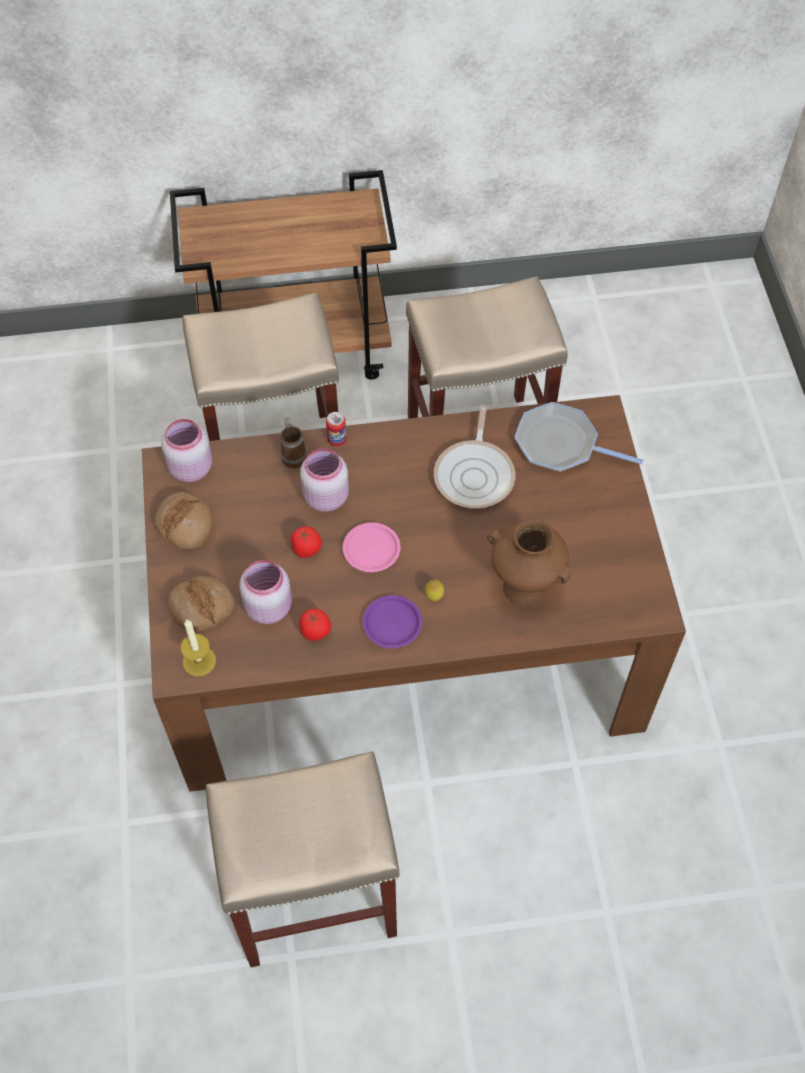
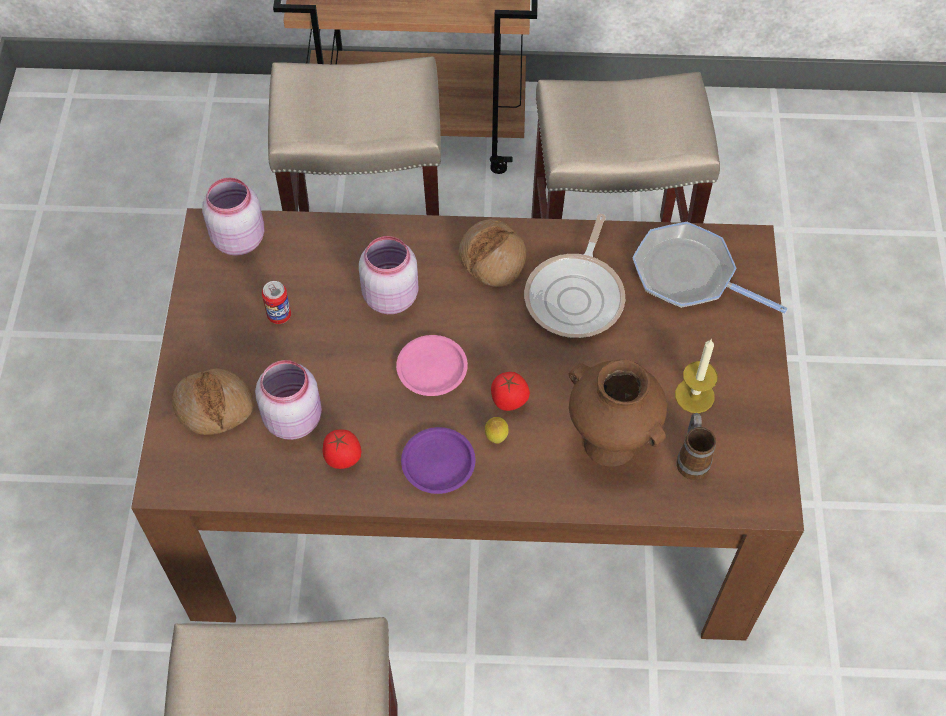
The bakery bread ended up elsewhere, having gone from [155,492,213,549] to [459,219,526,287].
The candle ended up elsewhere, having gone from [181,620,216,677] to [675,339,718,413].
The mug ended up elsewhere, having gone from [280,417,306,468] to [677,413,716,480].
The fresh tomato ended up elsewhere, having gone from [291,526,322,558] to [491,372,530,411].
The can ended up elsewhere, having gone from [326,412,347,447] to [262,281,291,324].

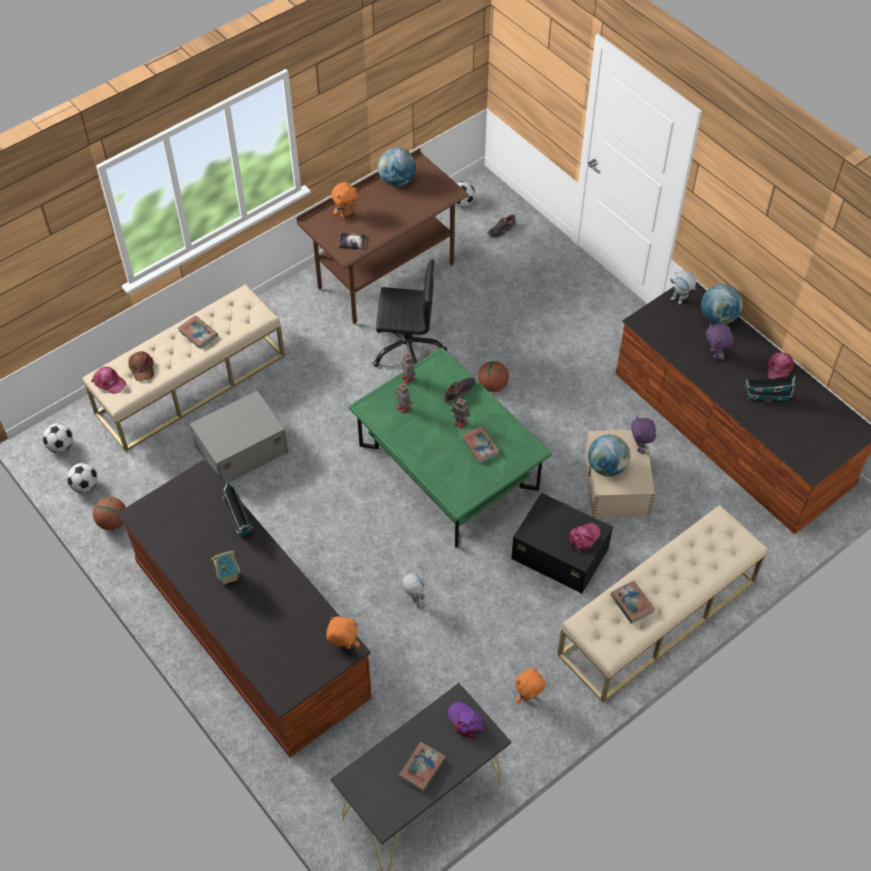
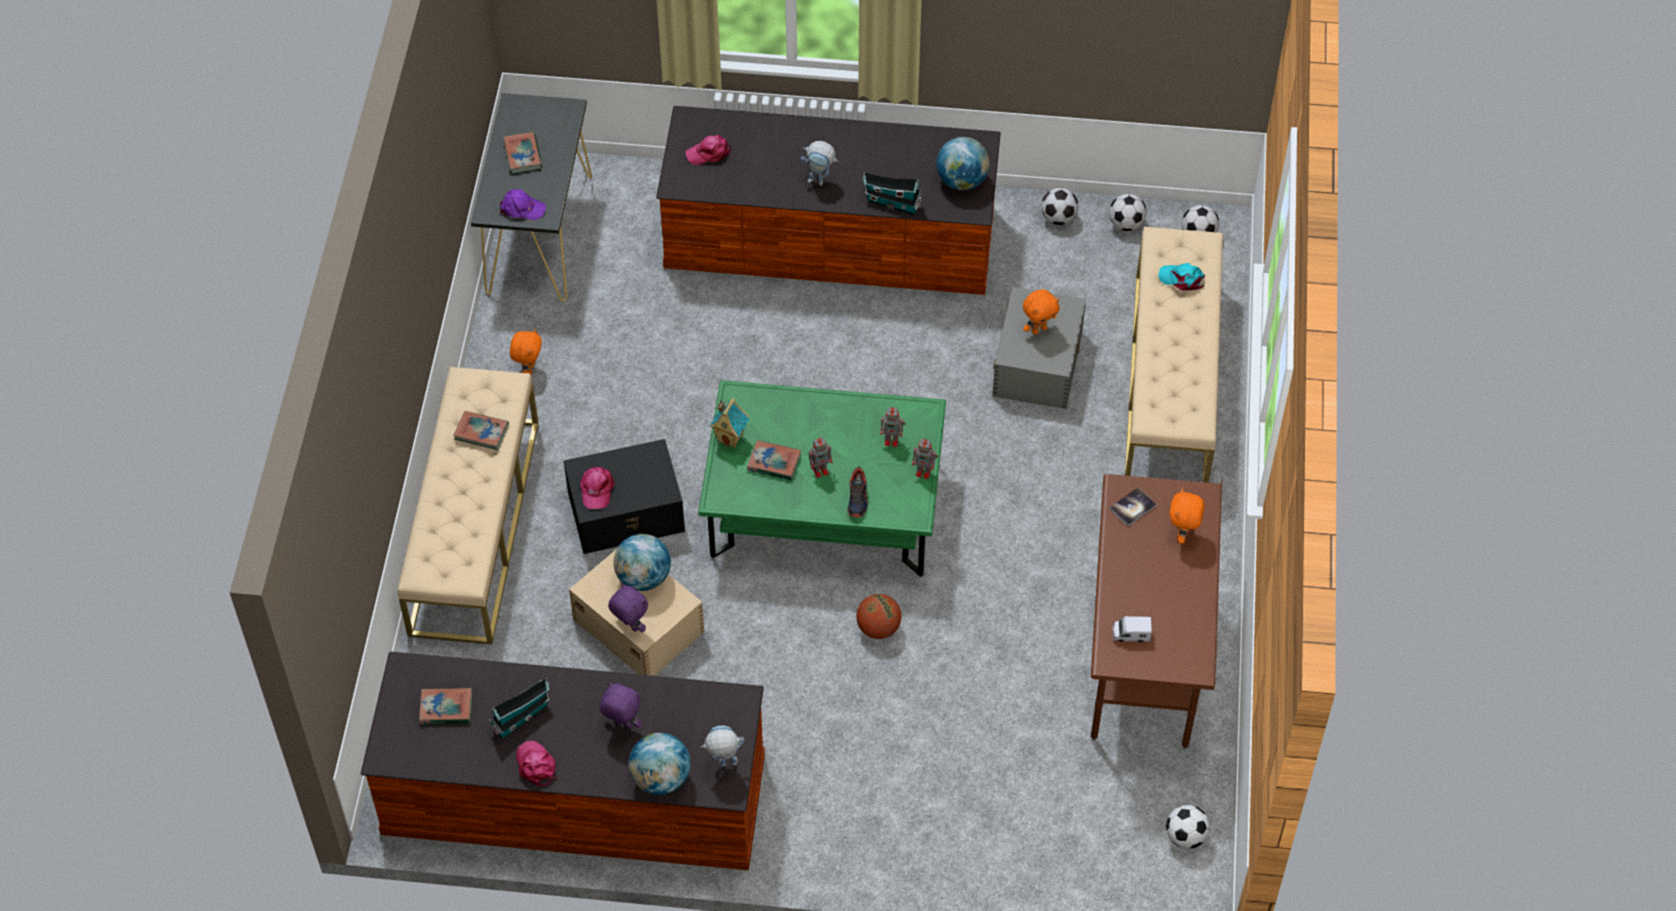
The second view lost the desk chair/black at [372,259,447,367].
The second view lost the low shoe at [487,215,516,238].
The second view gained the toy truck at [1113,616,1152,642].
The baseball cap/pink ended up elsewhere, having gone from [91,367,126,394] to [685,135,731,165].
The book ended up elsewhere, having gone from [178,315,218,349] to [419,688,472,724].
The miniature house ended up elsewhere, having gone from [211,551,240,585] to [710,398,749,448].
The plush toy/orangey ended up elsewhere, having gone from [326,616,360,649] to [1023,289,1059,335].
The world globe ended up elsewhere, having gone from [378,147,416,186] to [936,137,990,190].
The toy robot ended up elsewhere, having gone from [402,573,425,608] to [801,141,838,186].
Where the basketball stood at [93,497,126,530], the ball for football came to stand at [1041,188,1078,225].
What was the baseball cap/brown at [128,351,154,382] turned into the baseball cap/turquoise at [1158,263,1205,290].

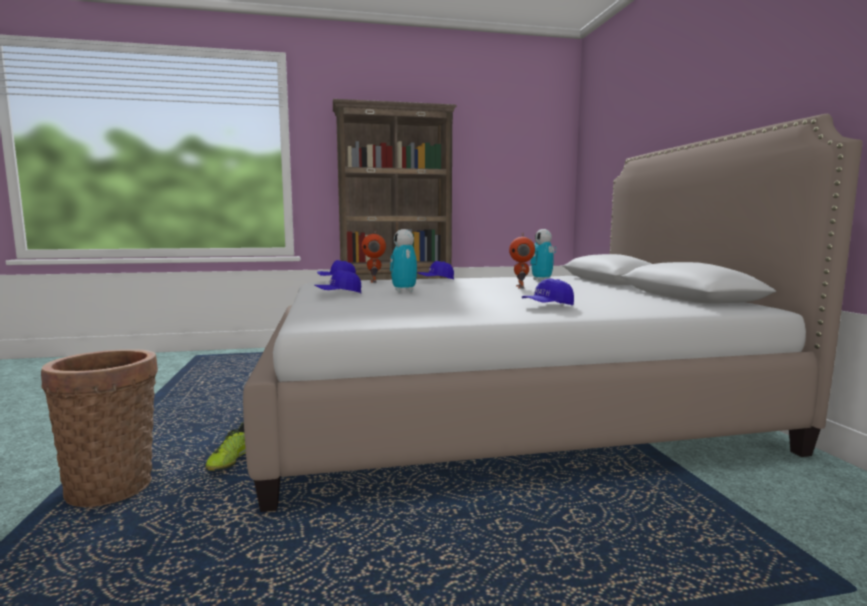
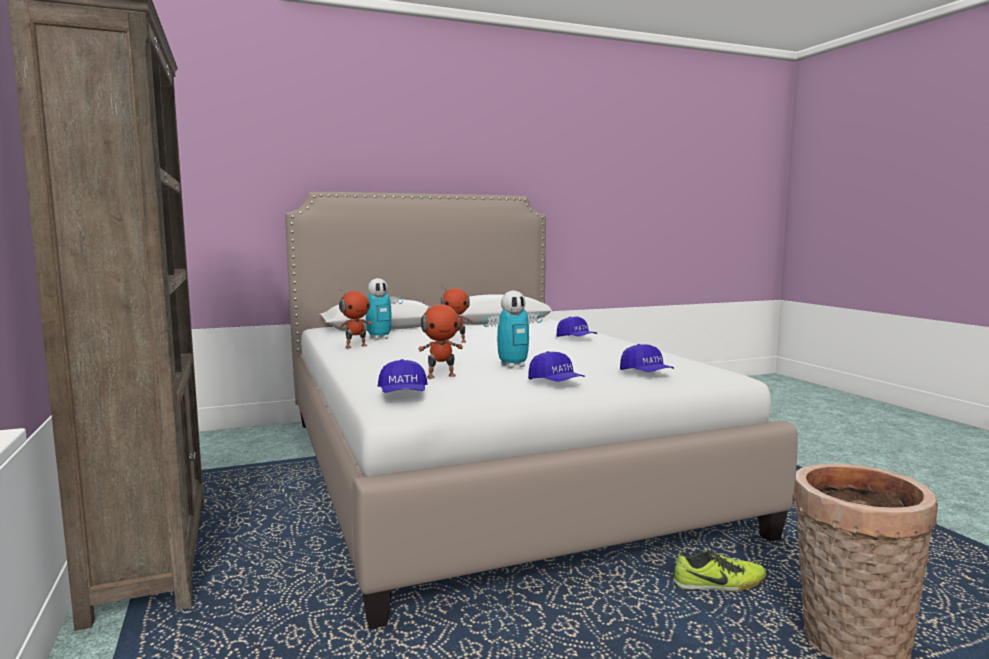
The second view gained the toy robot at [338,287,372,348].
The baseball cap/blue ended up elsewhere, having gone from [417,261,454,280] to [620,344,674,372].

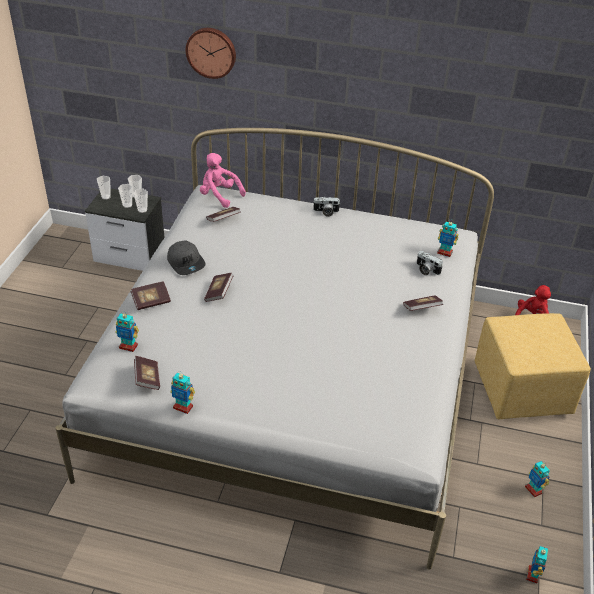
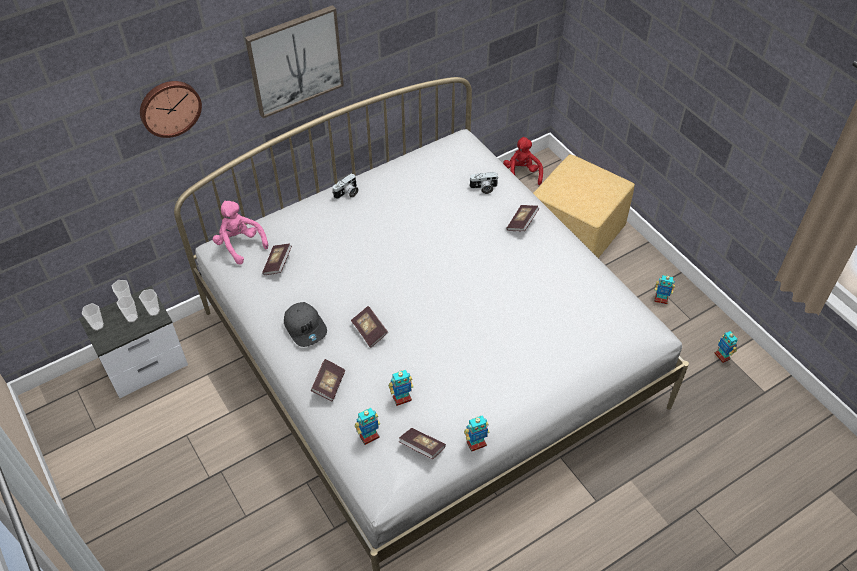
The second view gained the picture at [245,5,344,118].
The toy robot ended up elsewhere, having gone from [437,222,459,257] to [389,370,413,406].
The baseball cap/grey at [167,241,206,275] ended up facing another way, 45 degrees clockwise from before.
The plush toy/pink at [200,153,246,208] ended up facing another way, 60 degrees clockwise from before.

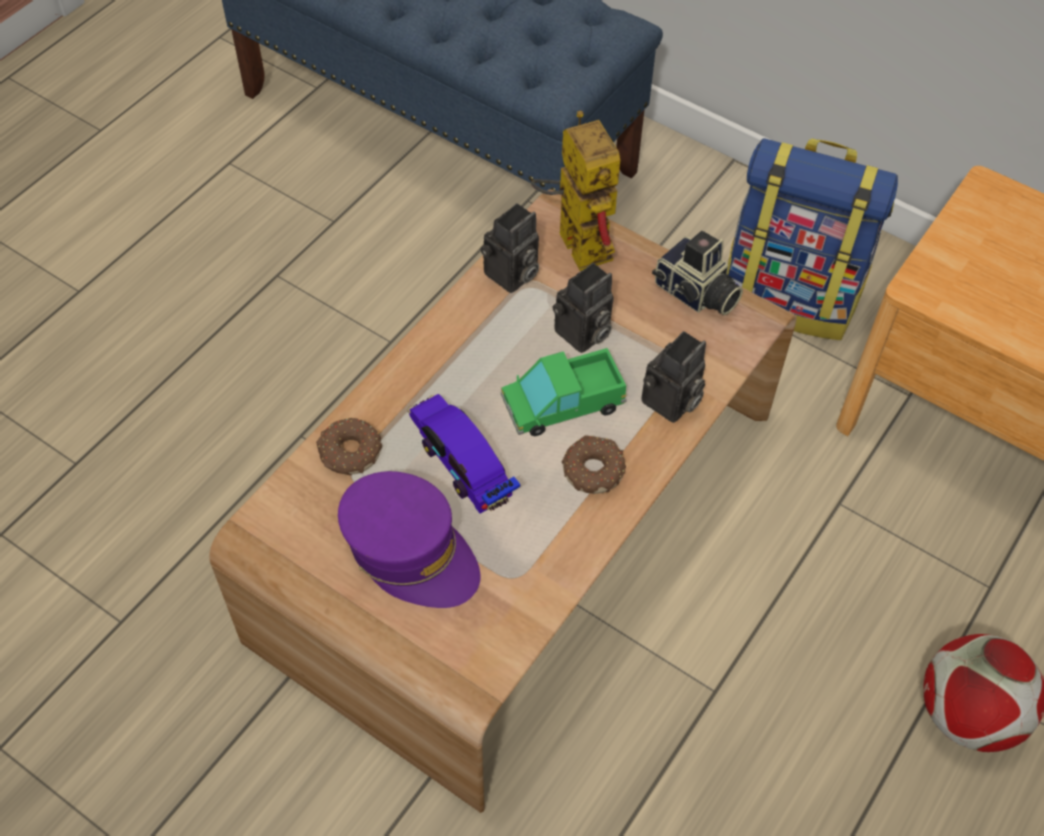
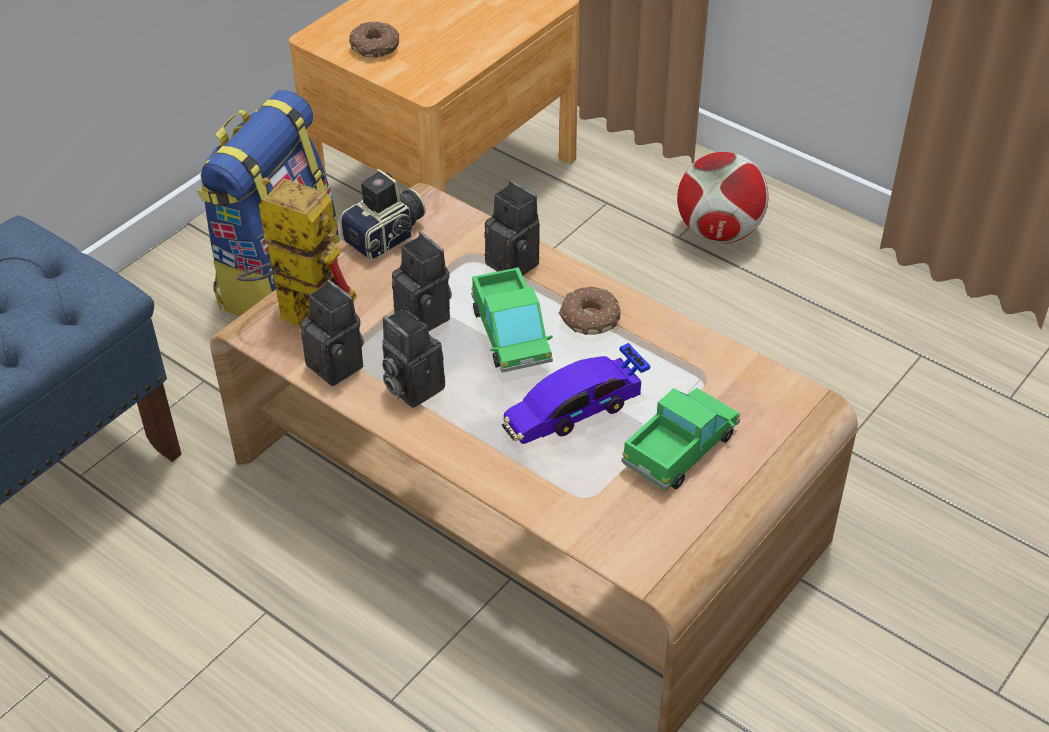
The second view gained the photo camera at [382,308,445,408].
The ring doughnut ended up elsewhere, having gone from [316,417,382,475] to [349,21,399,58].
Where the baseball cap/purple-coloured stood at [338,471,480,608], the toy truck came to stand at [621,388,740,491].
The toy robot at [531,111,620,271] ended up facing another way, 45 degrees clockwise from before.

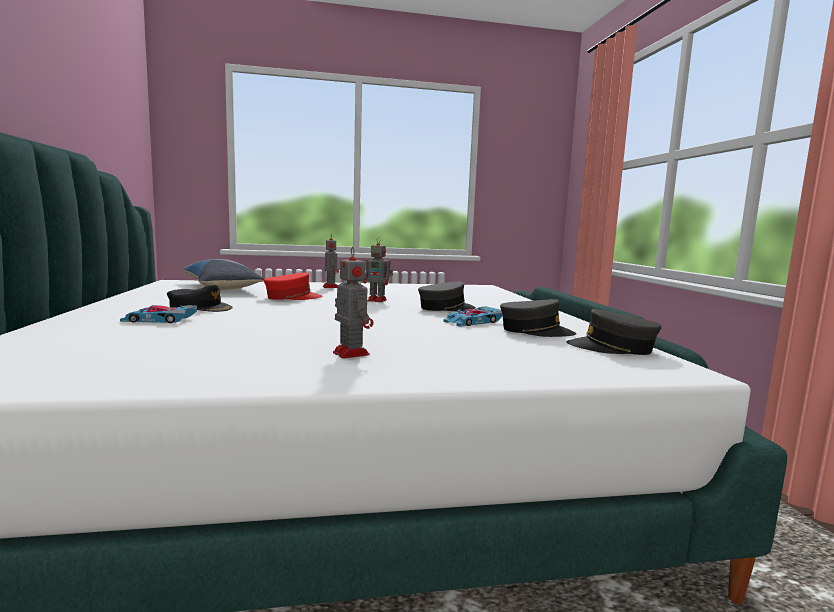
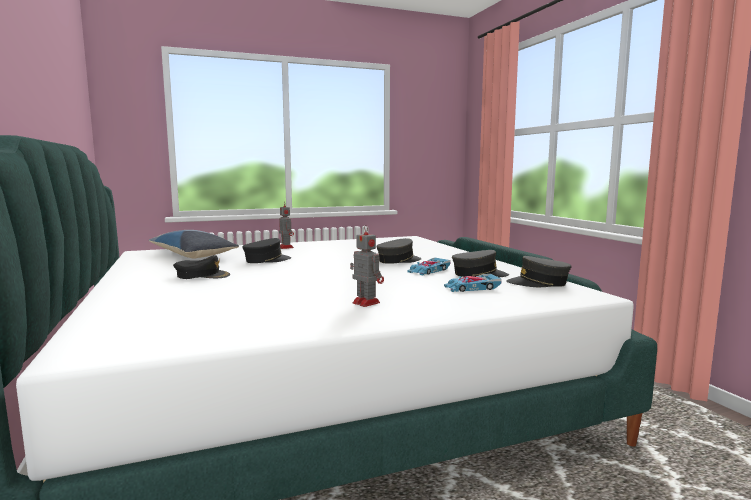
The second view lost the toy robot at [363,237,393,302].
The model car ended up elsewhere, having gone from [120,305,197,323] to [444,274,502,292].
What was the baseball cap/red-coloured at [264,272,323,300] turned into the baseball cap/black at [242,238,291,263].

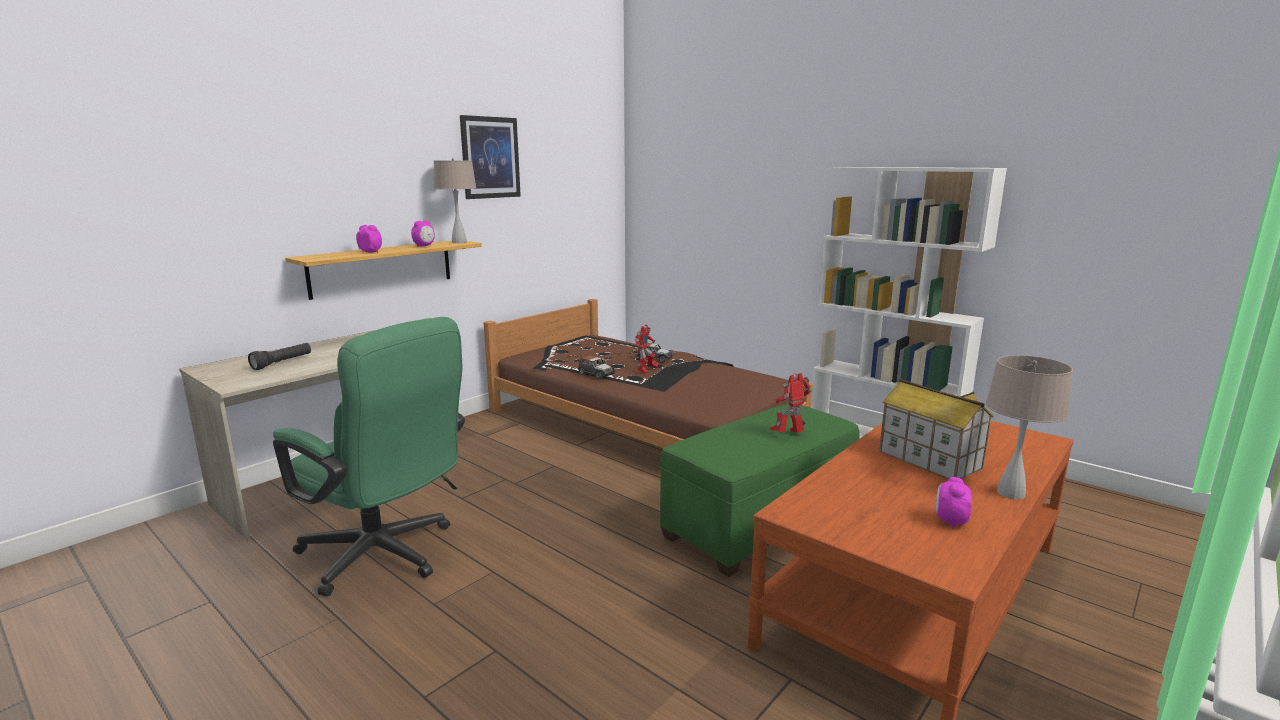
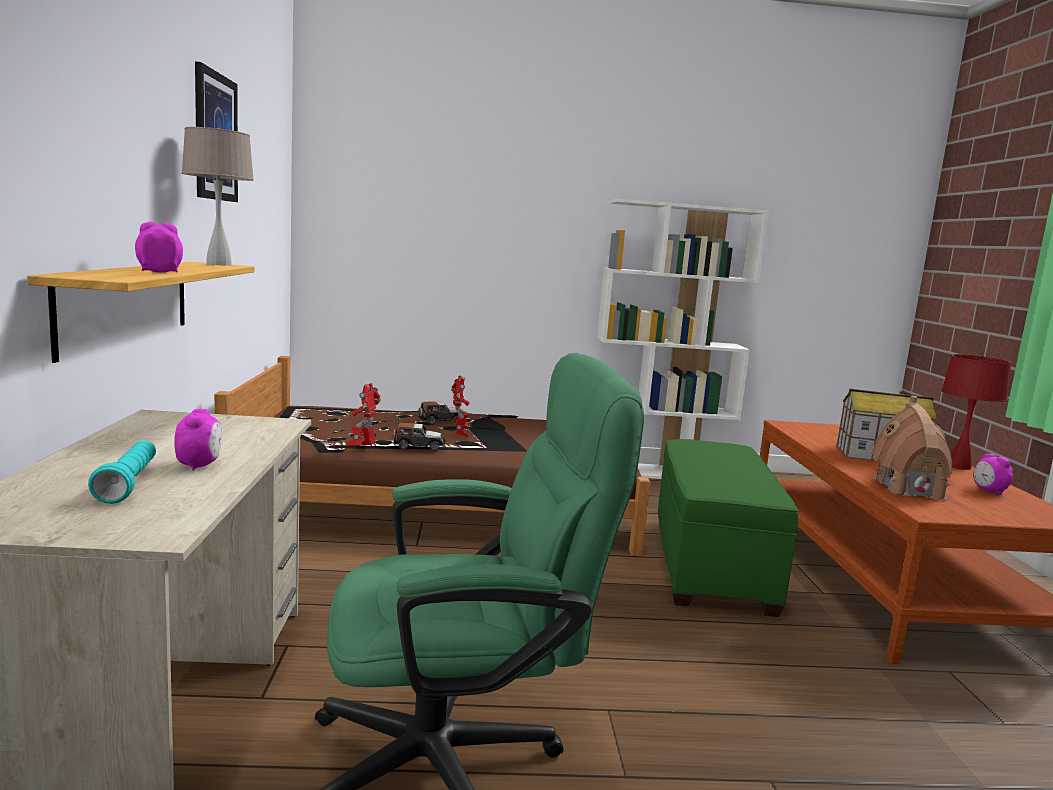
The second view gained the miniature house at [871,396,952,500].
The alarm clock ended up elsewhere, having gone from [411,220,435,247] to [174,409,221,470].
The toy robot ended up elsewhere, having gone from [770,373,812,433] to [346,383,381,447].
What was the hand torch/black at [248,343,311,370] turned into the hand torch/turquoise at [88,440,156,504].
What was the lamp for a table/sand-coloured at [986,355,1073,500] turned into the lamp for a table/red-coloured at [941,354,1012,470].

